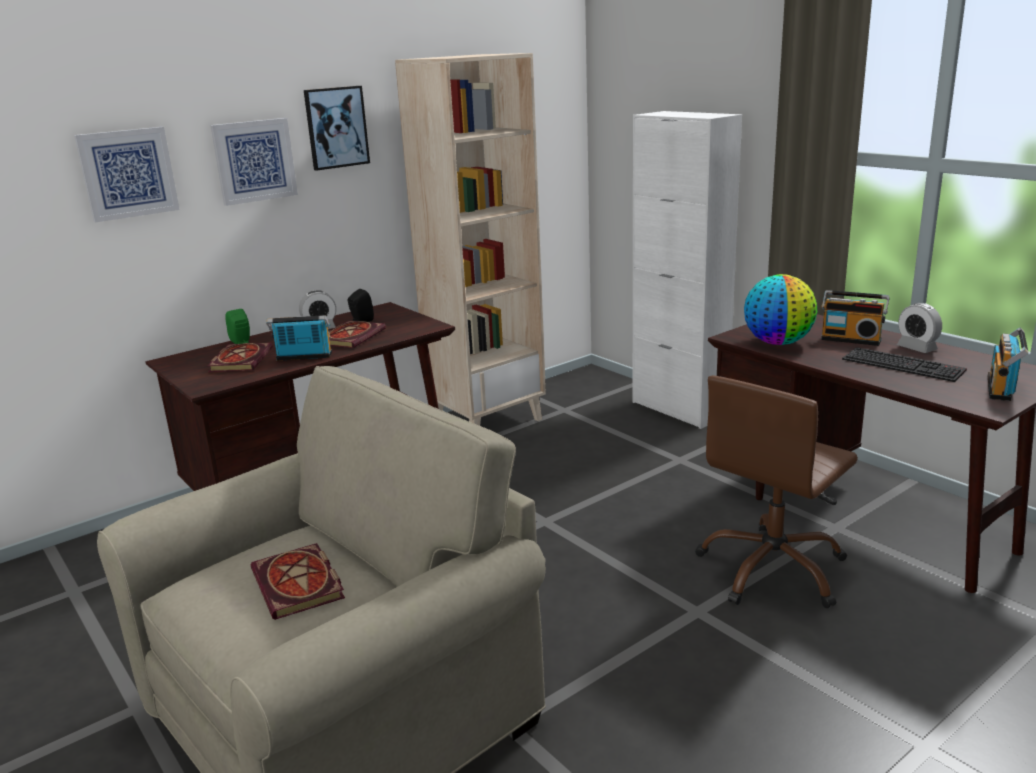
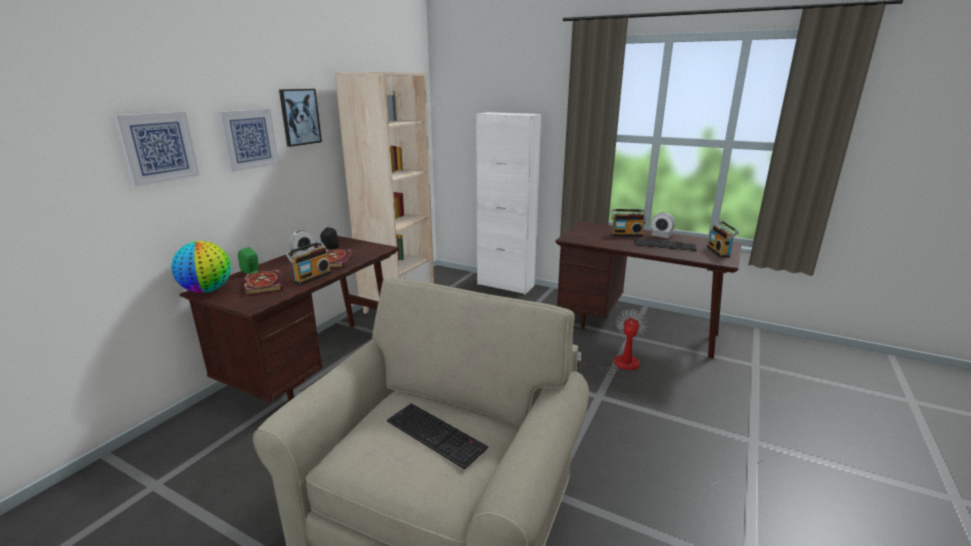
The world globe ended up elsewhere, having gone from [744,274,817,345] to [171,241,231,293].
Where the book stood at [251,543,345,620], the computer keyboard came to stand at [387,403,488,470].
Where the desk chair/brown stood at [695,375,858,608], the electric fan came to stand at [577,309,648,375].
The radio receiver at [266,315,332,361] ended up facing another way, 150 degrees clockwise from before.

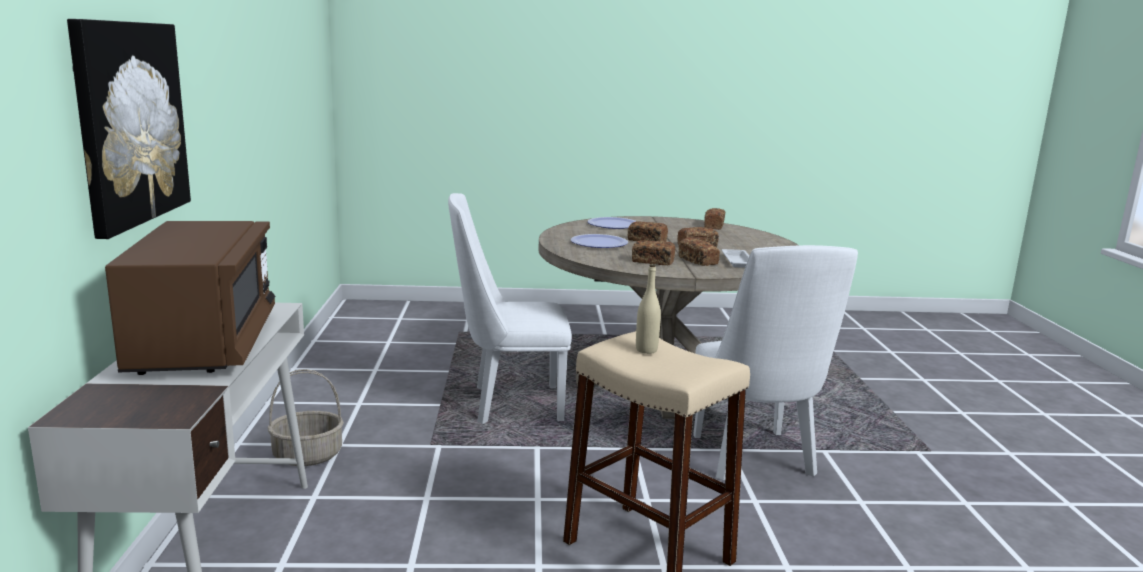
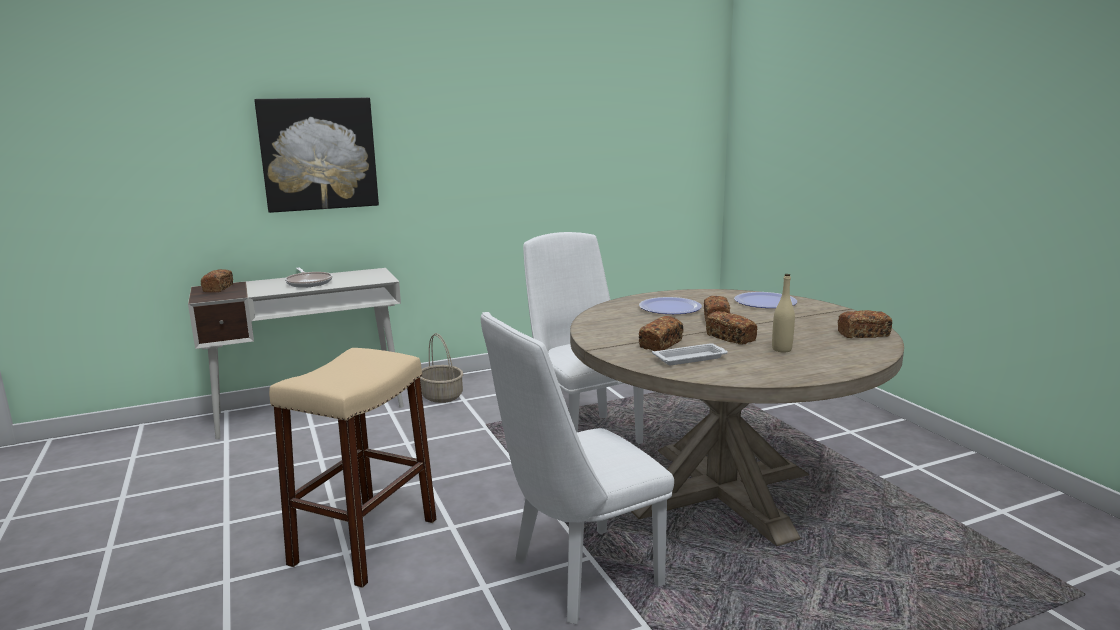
The bakery bread ended up elsewhere, having gone from [632,240,675,265] to [201,269,233,292].
The bottle/sand-coloured ended up elsewhere, having gone from [636,264,661,354] to [772,274,795,352].
Where the microwave oven/brown stood at [105,221,276,375], the skillet came to stand at [285,268,332,288].

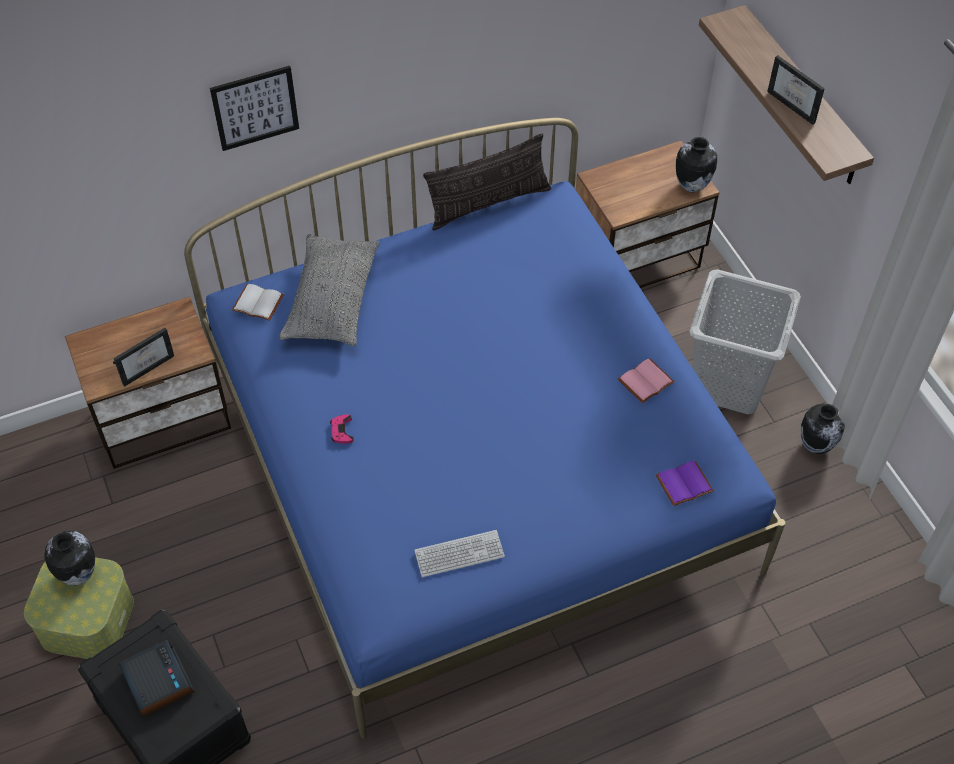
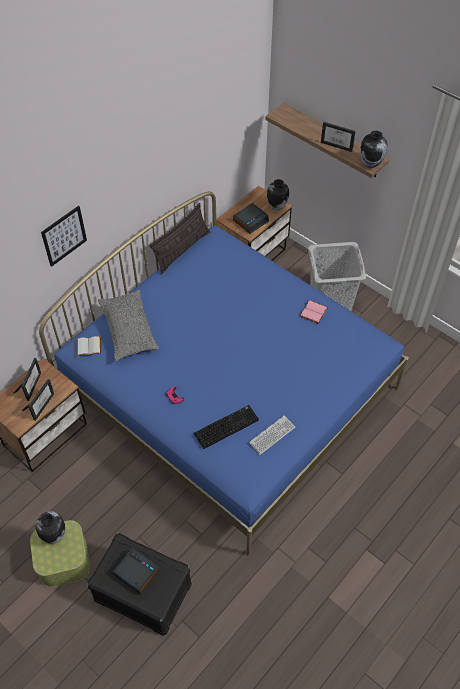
The second view lost the book/purple-coloured at [656,461,714,506].
The second view gained the picture frame at [13,358,41,401].
The second view gained the computer keyboard at [194,405,259,449].
The second view gained the alarm clock at [233,203,269,234].
The flower vase ended up elsewhere, having gone from [801,404,845,454] to [360,130,388,168].

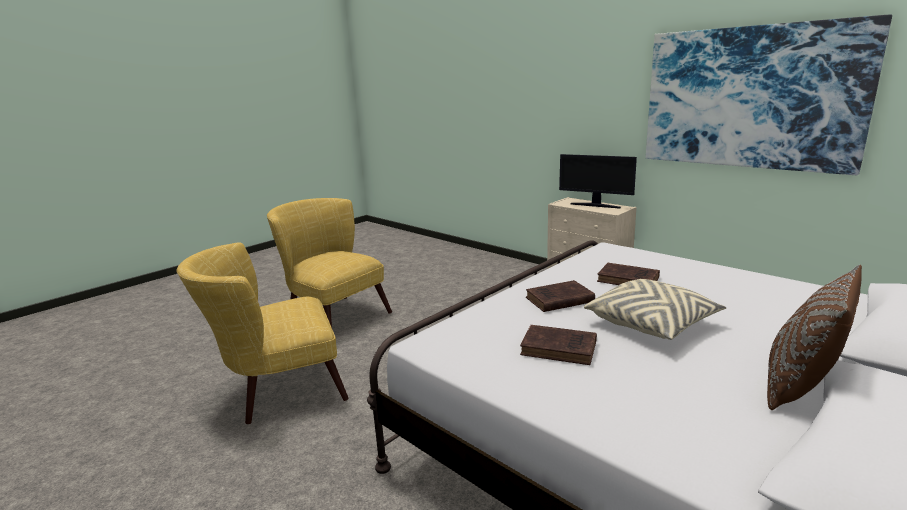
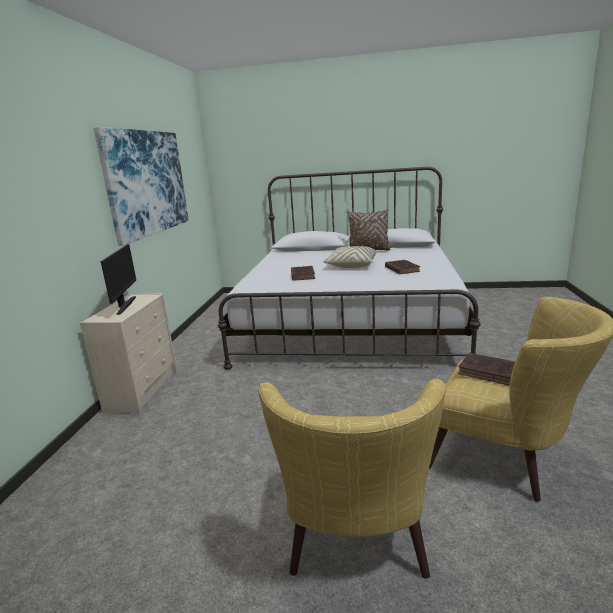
The book/brown ended up elsewhere, having gone from [526,280,595,312] to [458,353,515,386].

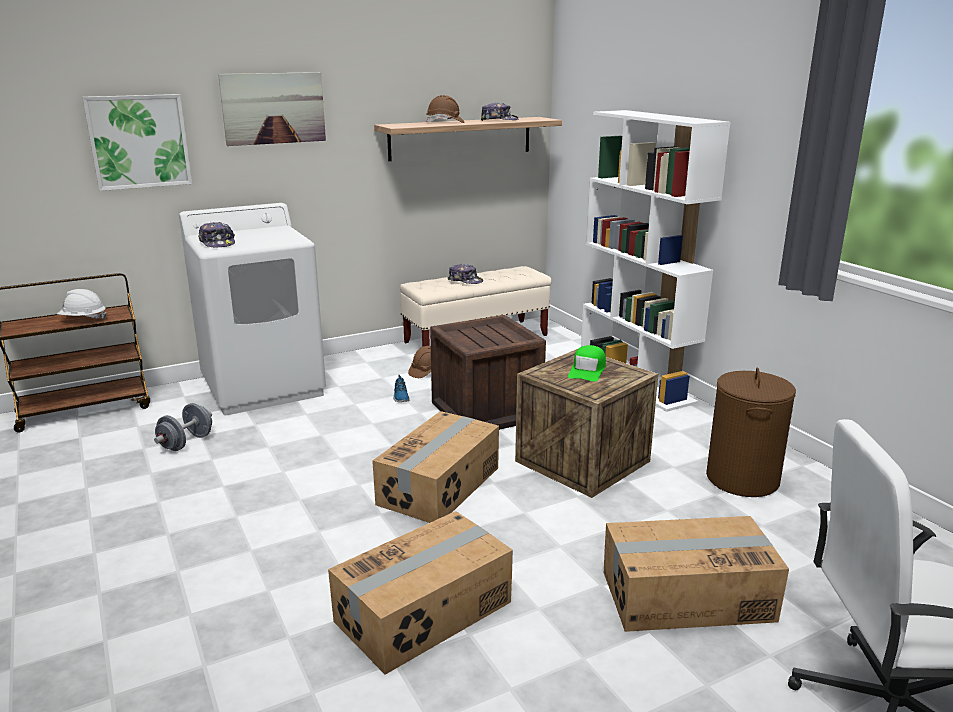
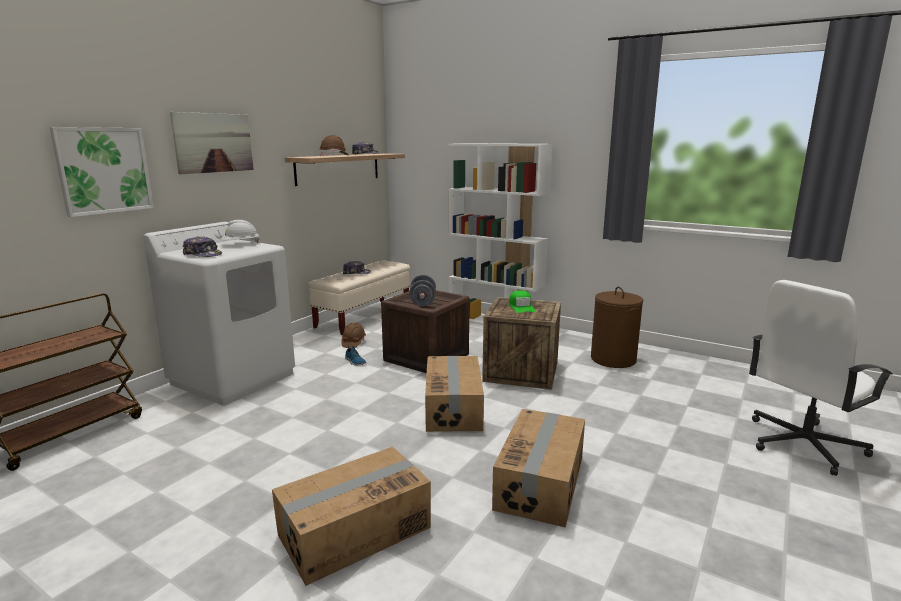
The safety helmet/white ended up elsewhere, having gone from [57,289,106,319] to [221,220,260,243].
The free weight/grey ended up elsewhere, having gone from [154,403,212,451] to [409,275,436,306].
The carton ended up elsewhere, having gone from [604,516,789,632] to [272,447,431,586].

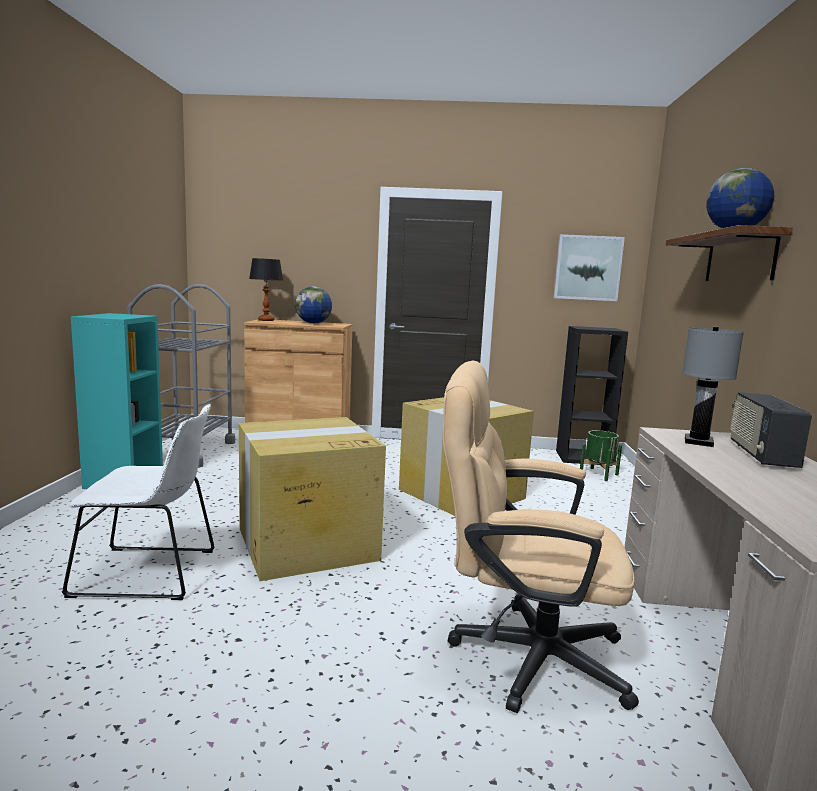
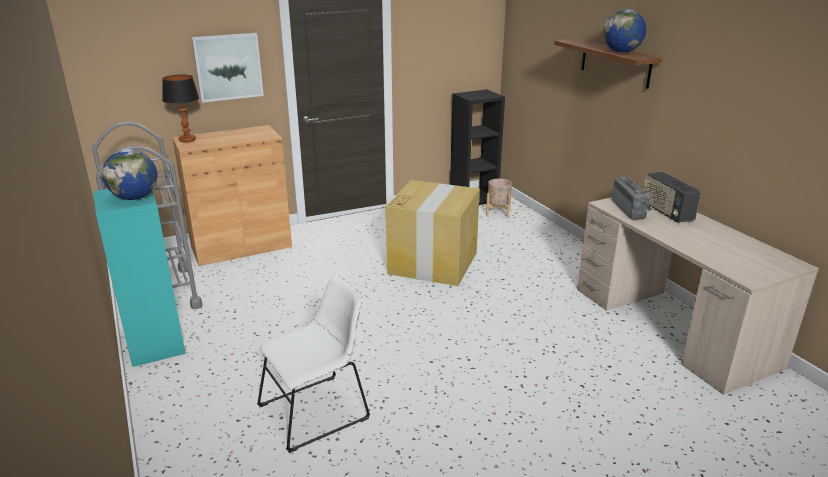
The second view lost the carton at [239,417,386,581].
The second view lost the desk chair/sand-coloured at [443,360,639,713].
The world globe ended up elsewhere, having gone from [295,286,332,324] to [103,149,158,200].
The picture ended up elsewhere, having gone from [554,234,625,301] to [192,33,264,103].
Where the lamp for a table/grey stood at [682,327,744,447], the radio receiver came to stand at [612,177,652,219].
What was the flower pot/greenish at [580,430,622,481] turned into the flower pot/sand-coloured at [486,179,512,218].

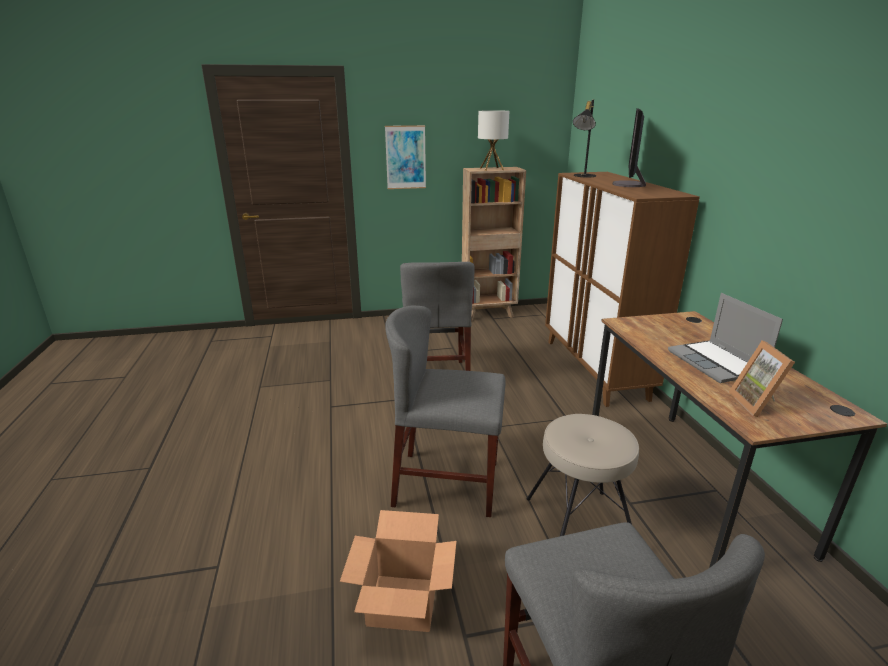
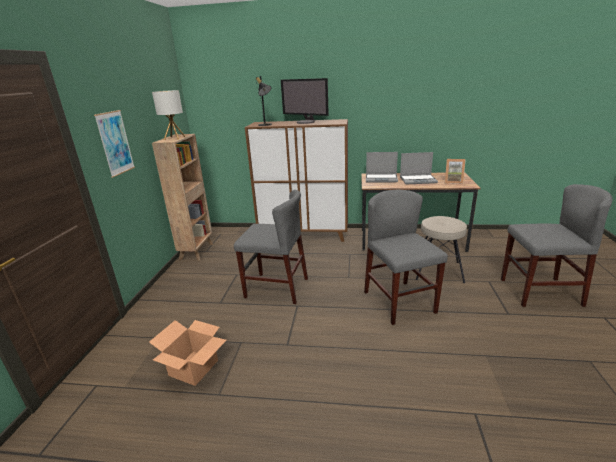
The second view gained the notebook computer at [366,152,398,183].
The carton ended up elsewhere, having gone from [340,510,457,632] to [149,320,226,386].
The chair/grey at [385,306,506,517] ended up facing another way, 135 degrees clockwise from before.

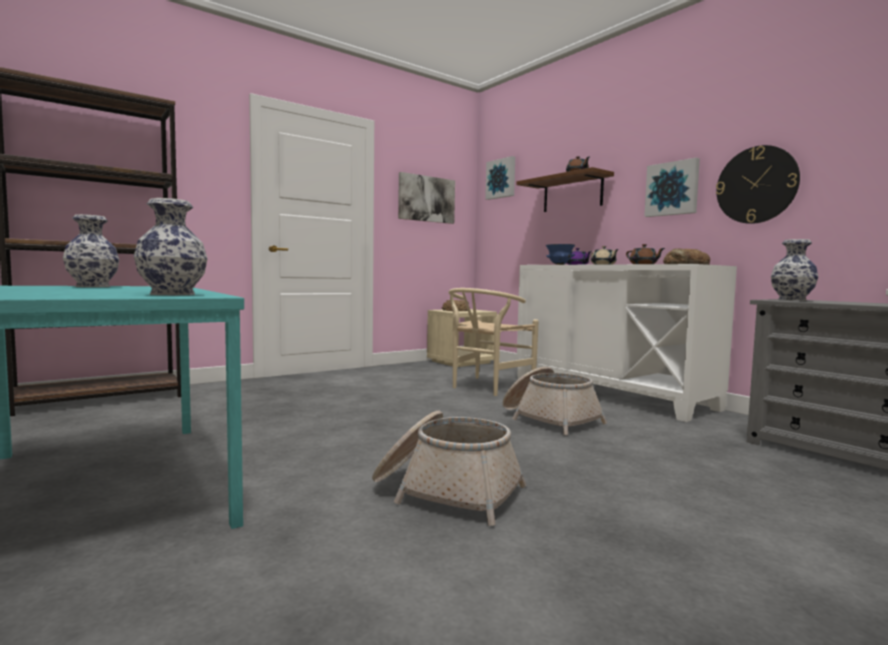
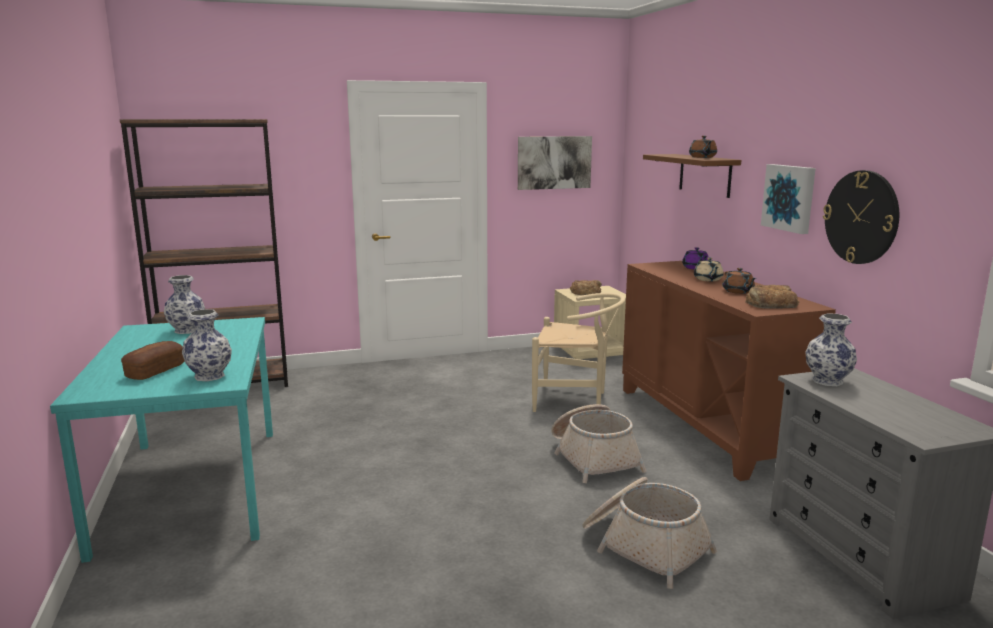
The second view lost the picture at [485,156,515,200].
The second view lost the deep dish/blue at [546,244,575,265].
The second view gained the bakery bread at [121,341,184,380].
The basket ended up elsewhere, having gone from [372,411,526,526] to [582,477,717,589].
What was the storage cabinet/white at [517,264,737,422] turned into the storage cabinet/brown at [622,261,836,481].
The chair/sand-coloured at [448,288,539,396] ended up facing another way, 135 degrees counterclockwise from before.

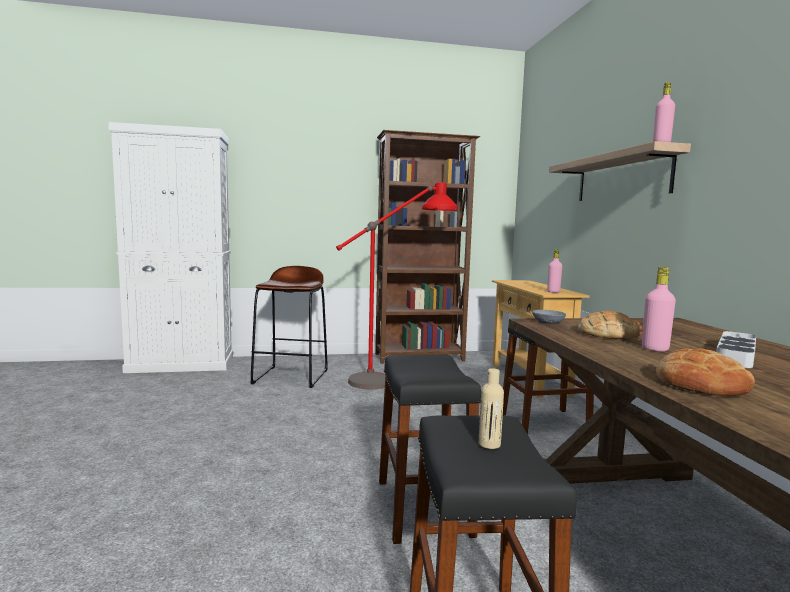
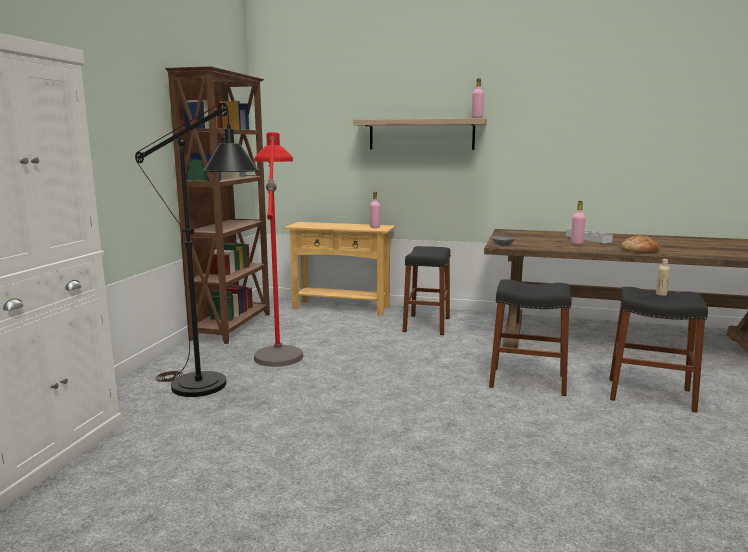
The second view lost the bakery bread at [578,310,642,339].
Where the sitting stool/brown stood at [250,266,328,388], the standing lamp/black came to stand at [135,102,259,397].

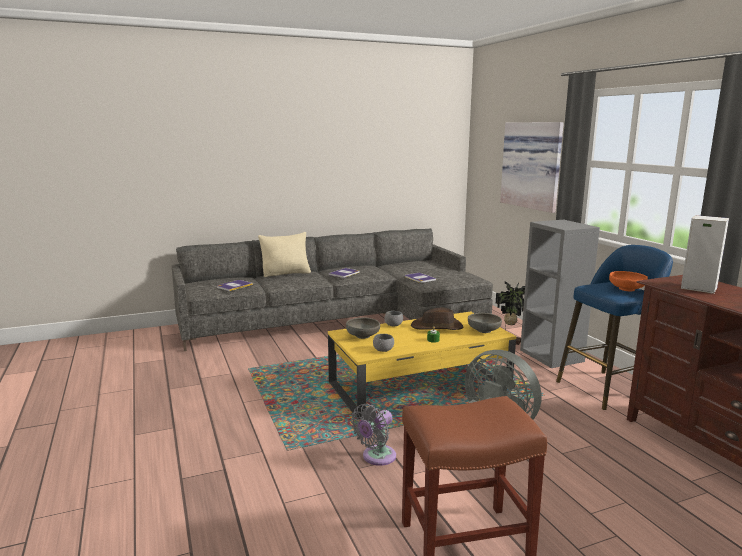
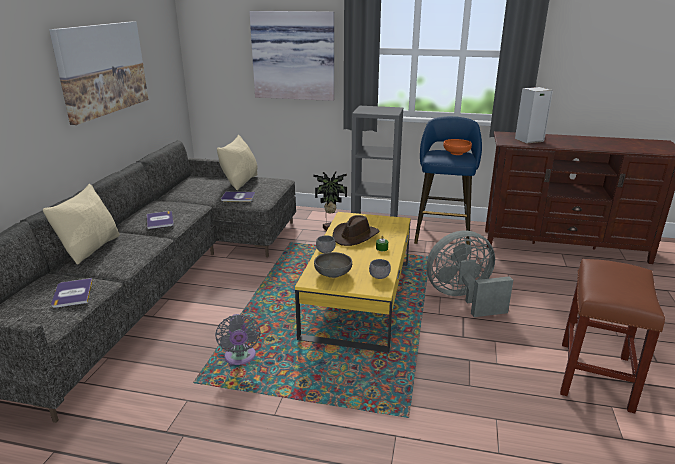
The second view lost the deep dish/grey at [468,313,502,333].
The second view gained the picture at [49,21,148,125].
The second view gained the cushion/sand-coloured at [217,135,258,190].
The electric fan/grey ended up elsewhere, having gone from [351,404,396,466] to [215,314,261,365].

